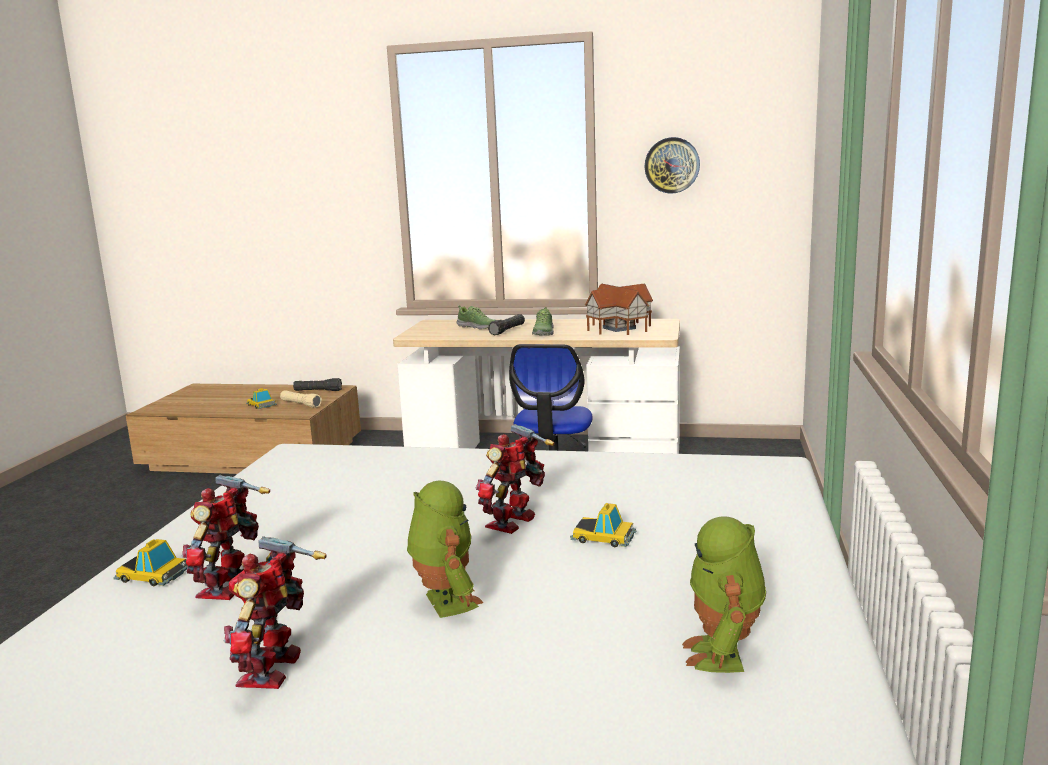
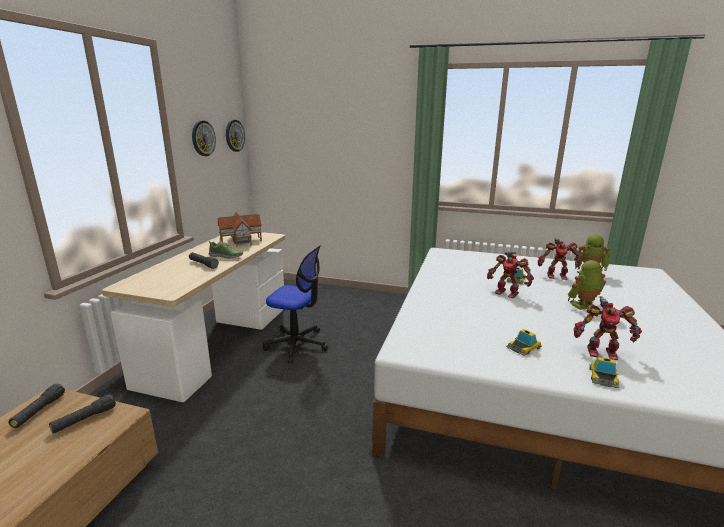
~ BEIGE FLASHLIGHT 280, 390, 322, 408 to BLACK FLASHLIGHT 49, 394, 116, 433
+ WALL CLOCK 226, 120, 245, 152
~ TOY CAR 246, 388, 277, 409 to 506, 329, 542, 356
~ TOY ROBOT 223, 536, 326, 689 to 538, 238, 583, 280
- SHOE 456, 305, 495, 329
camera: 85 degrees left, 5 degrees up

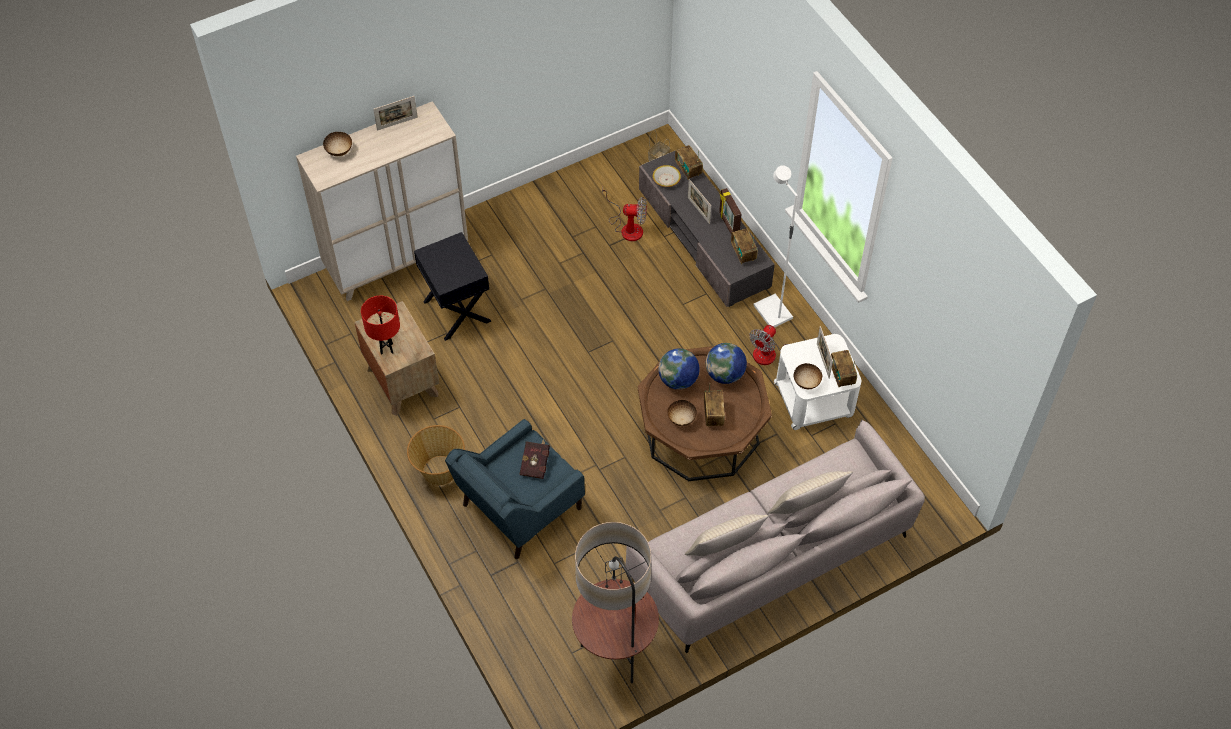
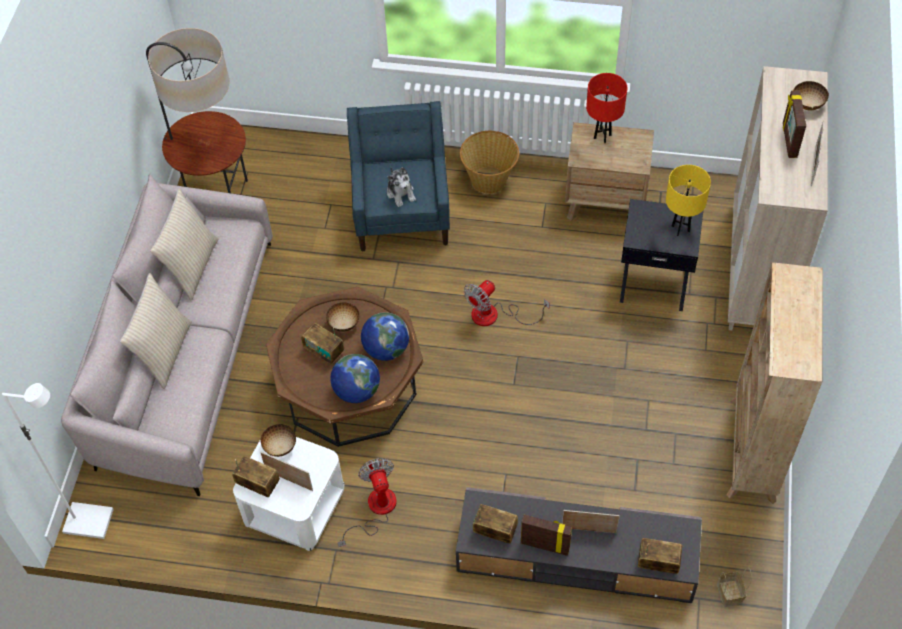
~ WHITE FLOOR LAMP 753, 165, 798, 328 to 2, 383, 114, 539
~ RED BOOK 520, 440, 550, 479 to PLUSH TOY 387, 167, 416, 207
~ FAN 602, 185, 647, 241 to 464, 280, 550, 326
+ YELLOW TABLE LAMP 666, 165, 711, 236
+ BEIGE BOOKCASE 726, 262, 823, 504
+ PICTURE FRAME 783, 90, 806, 158
- BOWL 653, 165, 681, 187
camera: 130 degrees right, 0 degrees up

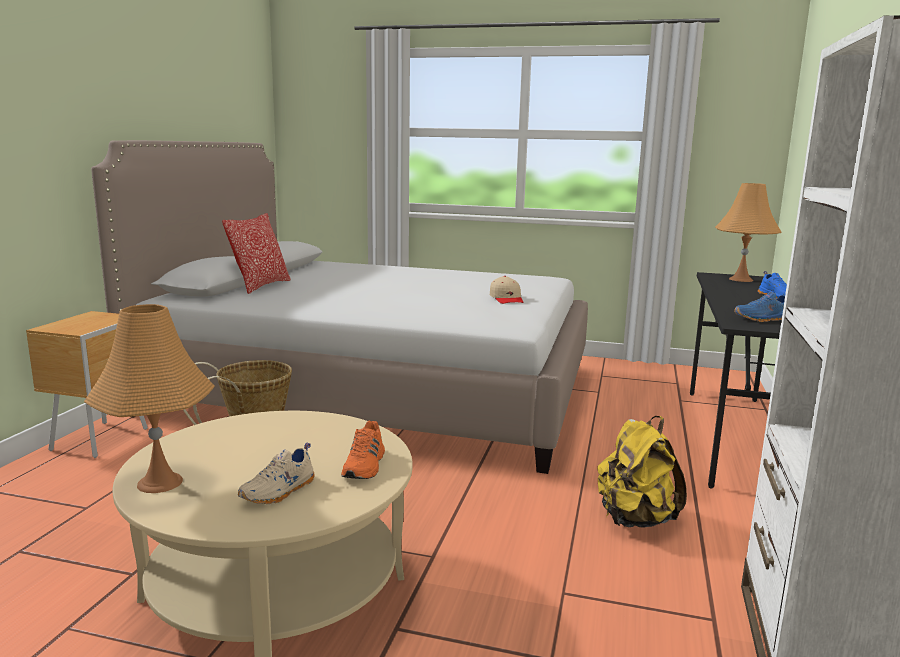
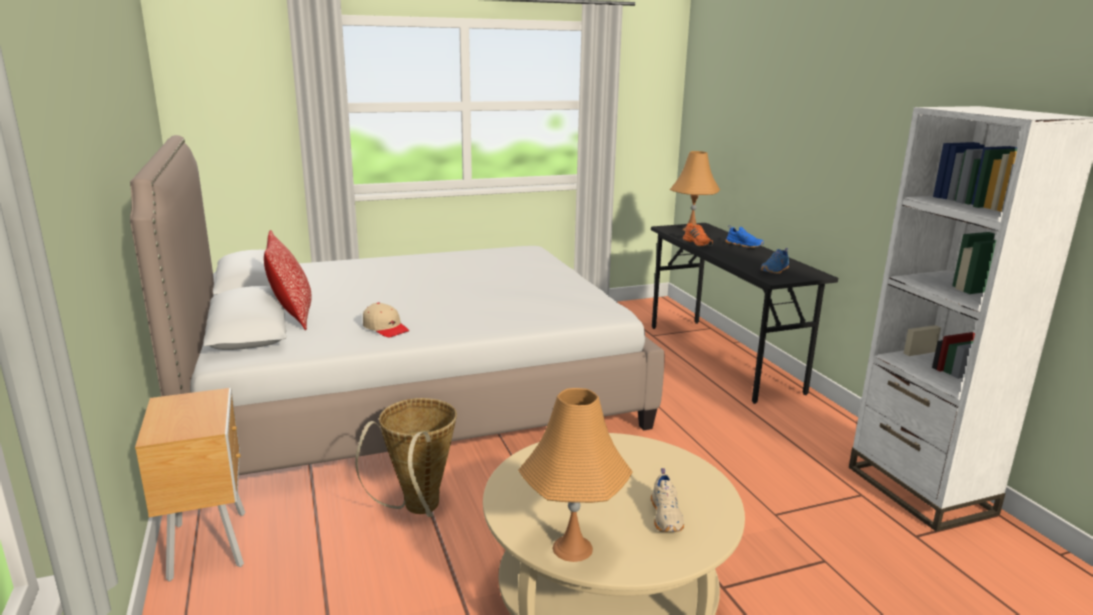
~ BEIGE CAP 490, 276, 524, 304 to 363, 302, 409, 337
~ ORANGE SHOE 341, 421, 385, 479 to 683, 223, 713, 247
- YELLOW BACKPACK 597, 416, 687, 528
camera: 35 degrees left, 5 degrees up

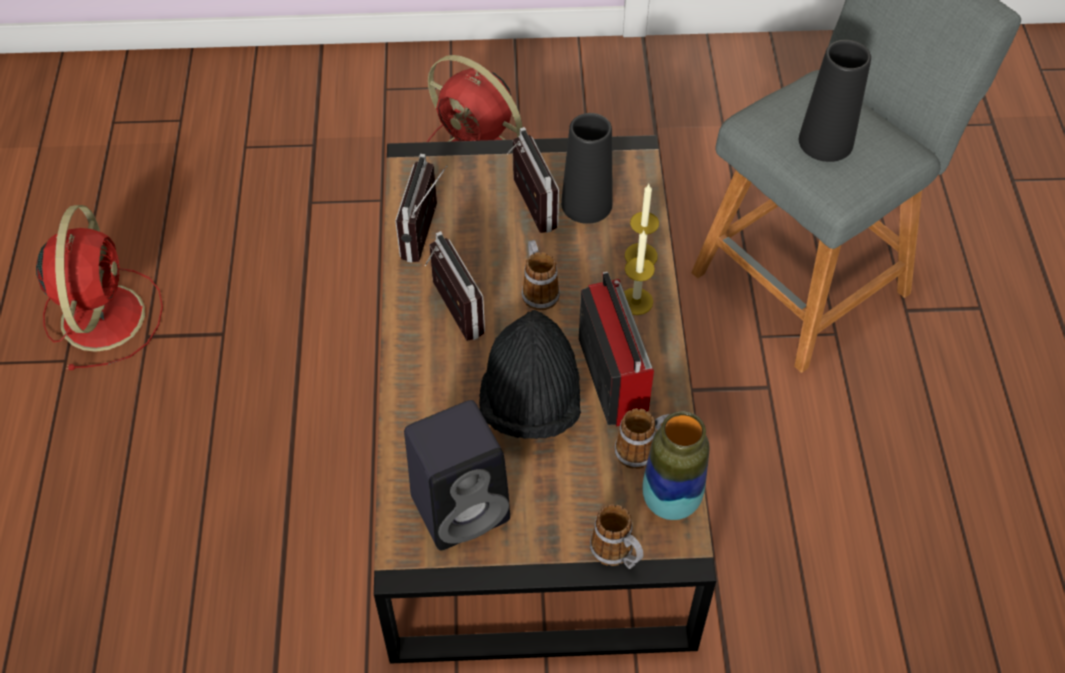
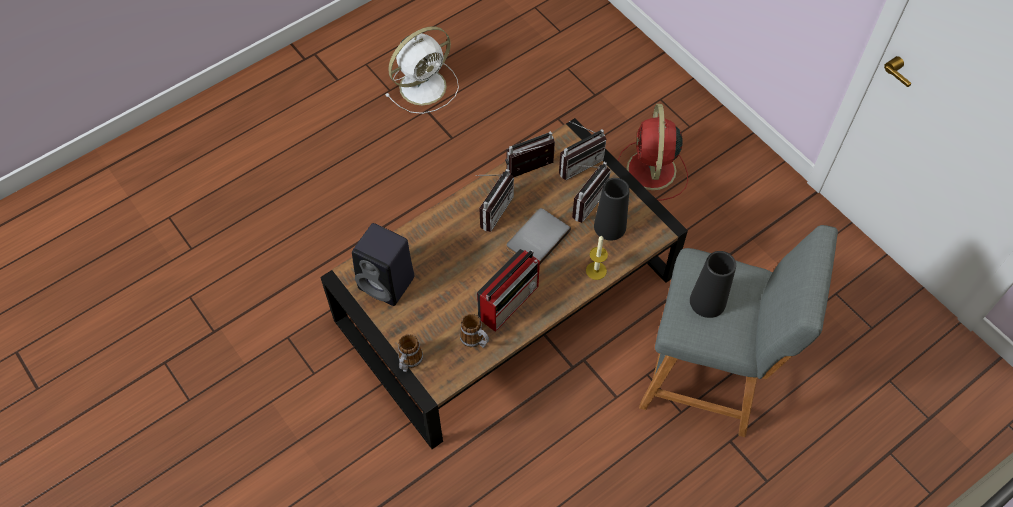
~ RED FAN 36, 205, 163, 370 to WHITE FAN 386, 27, 459, 114
~ MUG 522, 240, 560, 310 to GREY BOOK 506, 208, 571, 264
+ RADIO 559, 121, 606, 180
- BLACK HAT 479, 310, 581, 439
- CANDLE 624, 231, 655, 315
- VASE 642, 411, 710, 520
camera: 55 degrees right, 5 degrees up

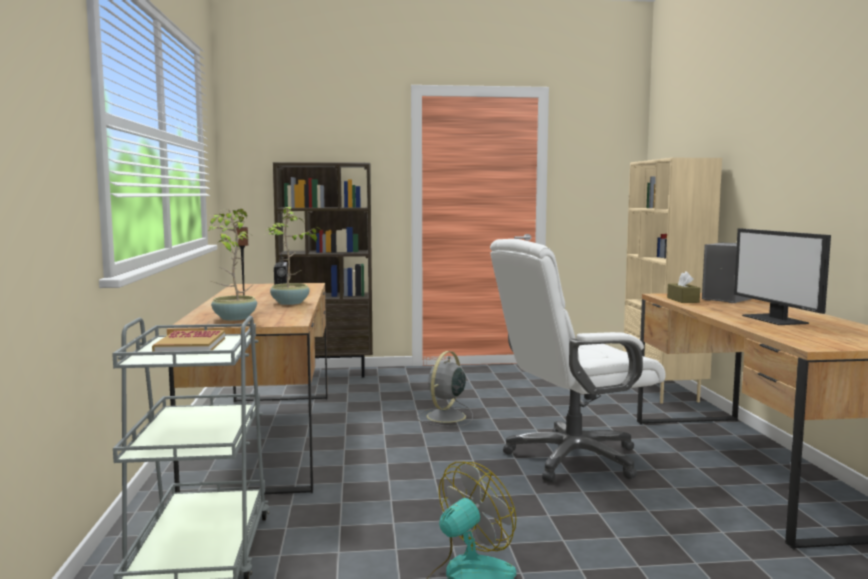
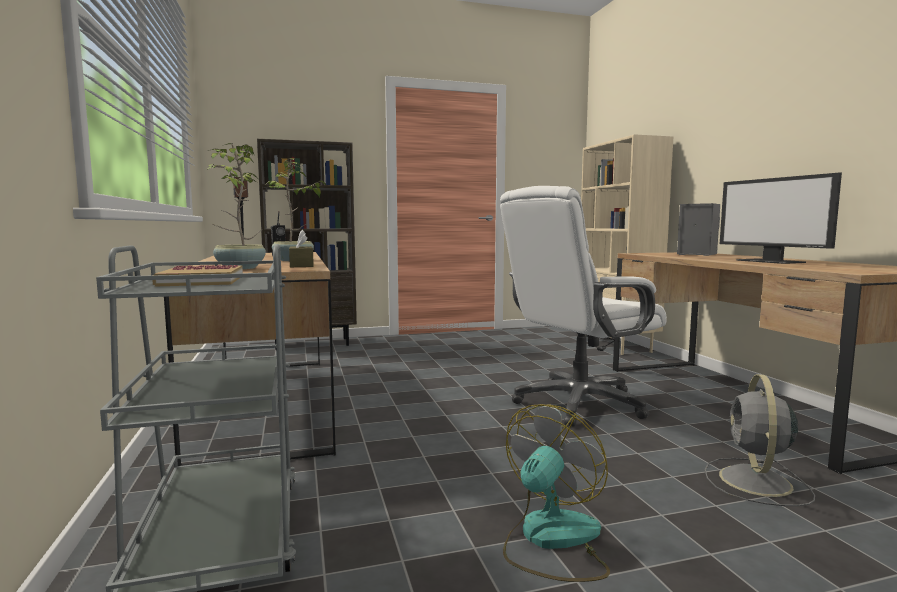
~ BROWN TISSUE BOX 667, 271, 700, 303 to 289, 230, 314, 267
~ GREY FAN 417, 351, 473, 426 to 705, 374, 815, 506
camera: 10 degrees left, 0 degrees up

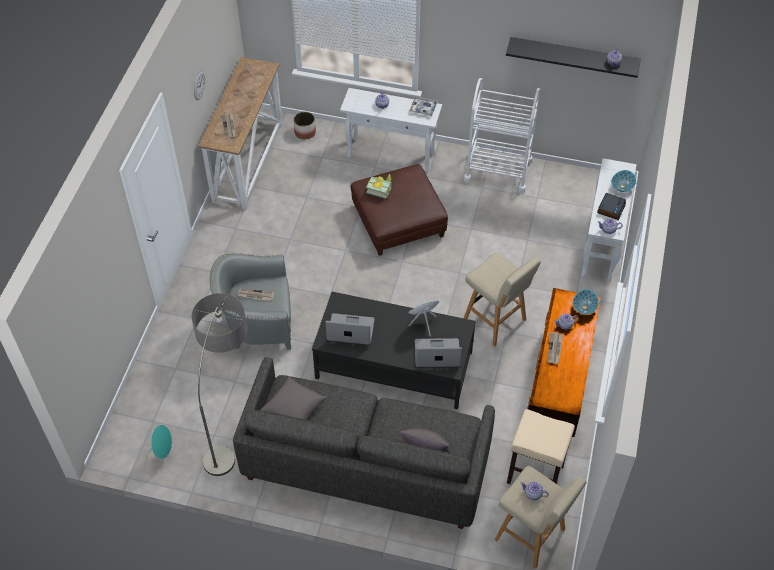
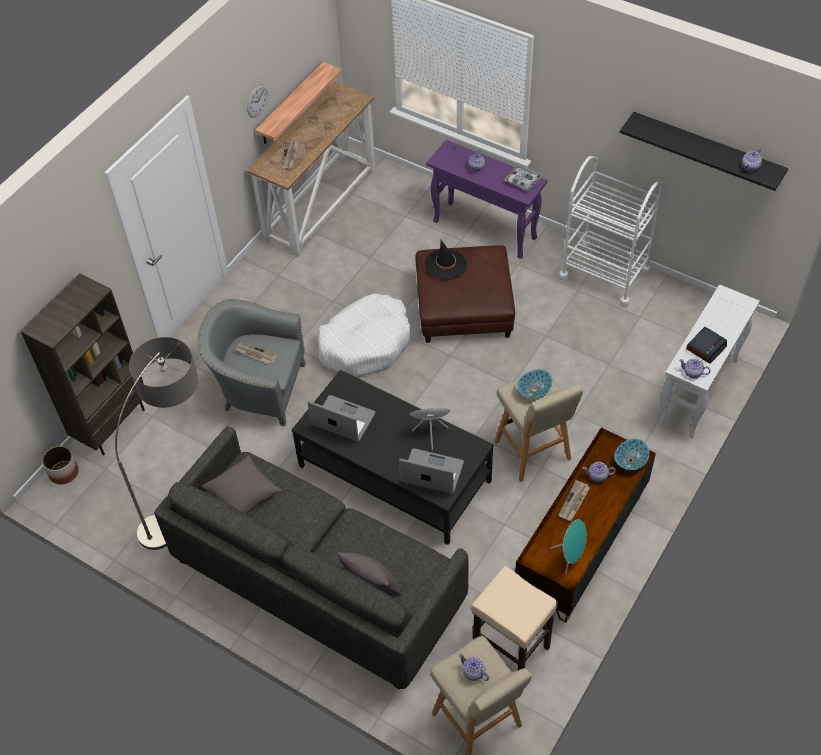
+ BROWN BOOKCASE 21, 273, 145, 455
~ PLANTER 294, 112, 316, 139 to 42, 446, 79, 484
+ SHELF 255, 62, 342, 144
+ WHITE DOG BED 318, 293, 410, 377
~ BOOK 366, 174, 392, 199 to BLACK HAT 424, 239, 467, 280
~ WHITE CONSOLE TABLE 340, 88, 442, 172 to PURPLE CONSOLE TABLE 426, 140, 547, 259
~ BOWL 611, 170, 636, 192 to 517, 369, 553, 398
~ TURQUOISE SPEAKER 148, 425, 172, 469 to 550, 519, 587, 575
camera: 20 degrees right, 0 degrees up

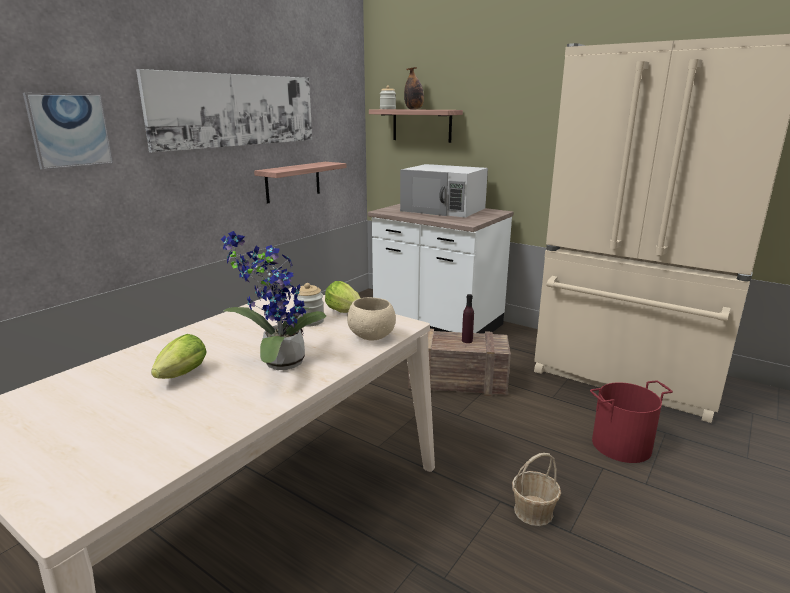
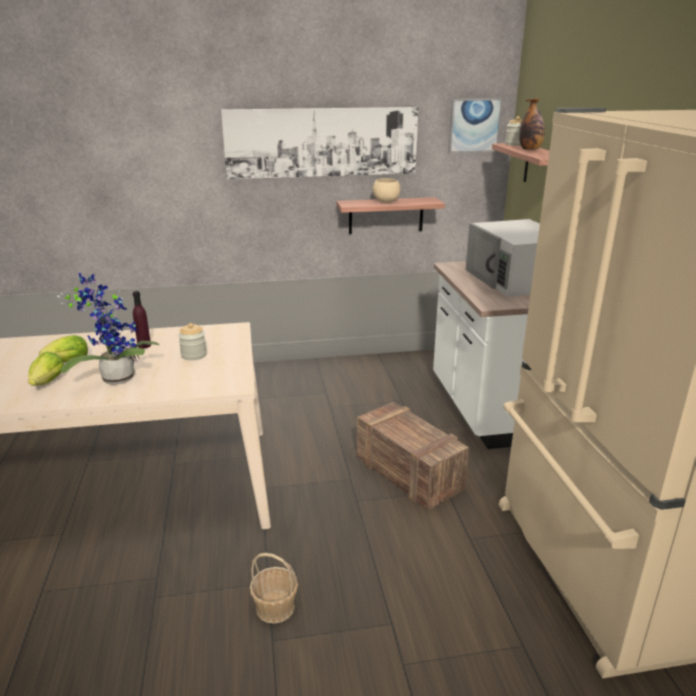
~ LETTUCE 325, 281, 360, 313 to 28, 352, 64, 386
~ PURPLE BOTTLE 462, 294, 474, 343 to 133, 291, 151, 349
~ BEIGE BOWL 347, 297, 396, 341 to 372, 178, 400, 203
~ PICTURE 23, 93, 113, 170 to 448, 98, 502, 153
- RED BUCKET 590, 380, 673, 463
camera: 45 degrees right, 5 degrees up

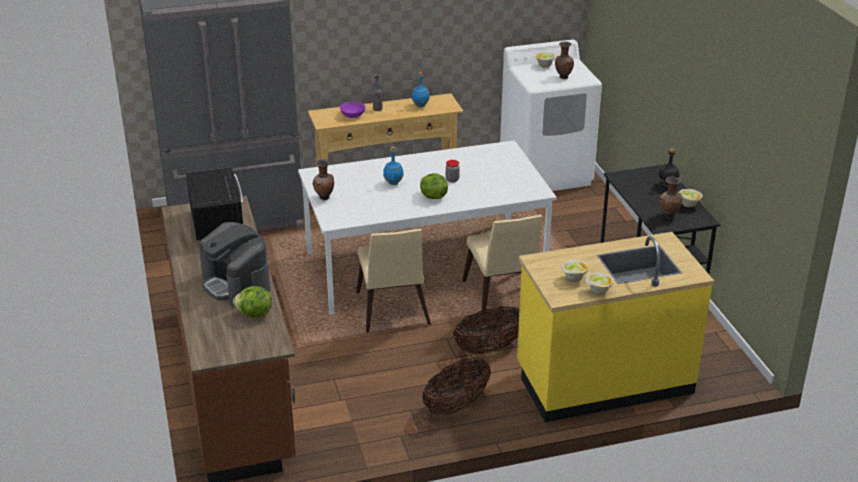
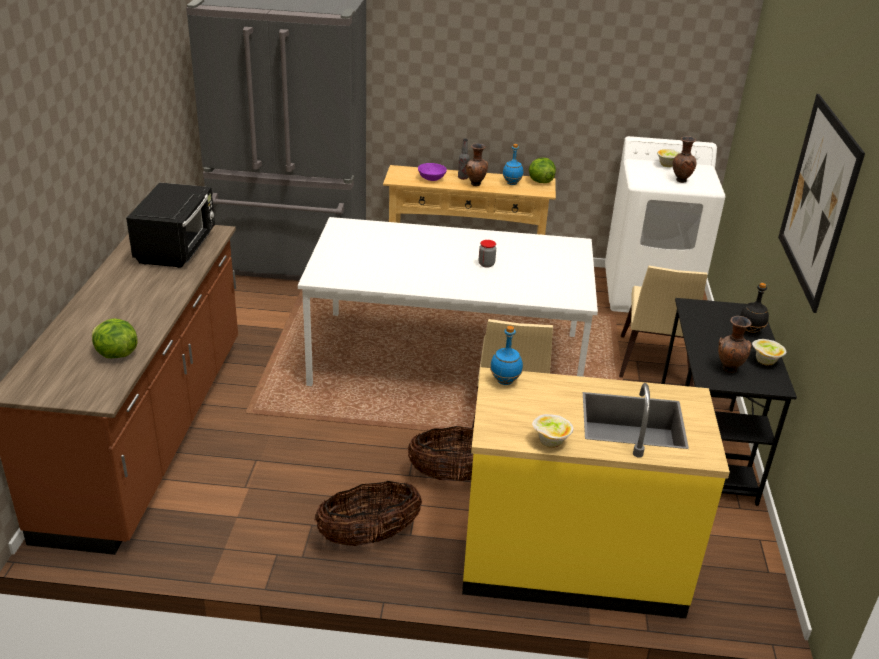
~ BROWN VASE 312, 159, 334, 200 to 465, 143, 488, 186
~ BLUE BOTTLE 383, 147, 404, 185 to 490, 326, 523, 385
~ LETTUCE 420, 173, 448, 199 to 529, 158, 556, 183
~ BEIGE CHAIR 356, 229, 431, 333 to 619, 266, 708, 387
+ PICTURE 778, 94, 865, 313
- COFFEE MACHINE 199, 222, 271, 306
- BOWL 561, 260, 588, 282
camera: 20 degrees right, 0 degrees up

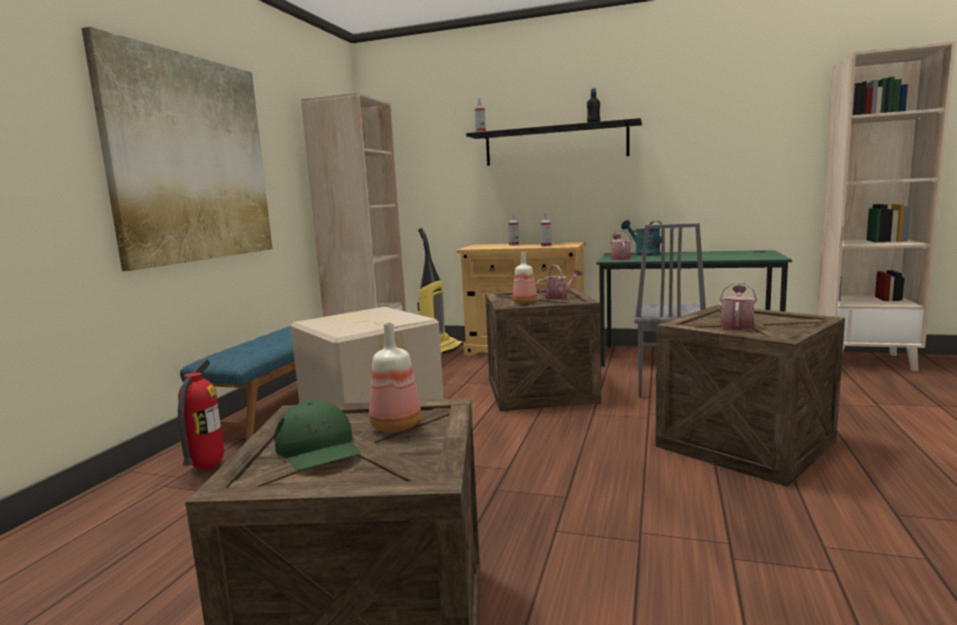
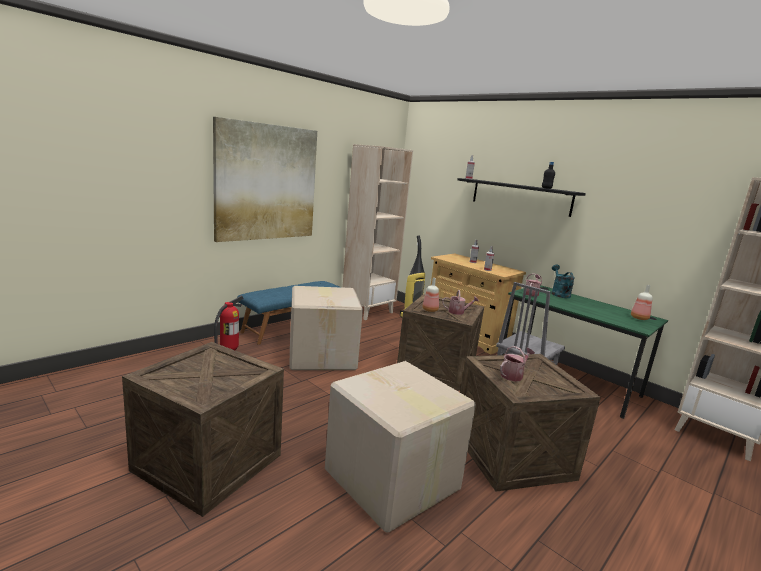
+ CARDBOARD BOX 325, 361, 476, 533
~ BOTTLE 369, 323, 421, 432 to 631, 285, 653, 320
- GREEN CAP 274, 400, 360, 470
camera: 25 degrees right, 5 degrees up

